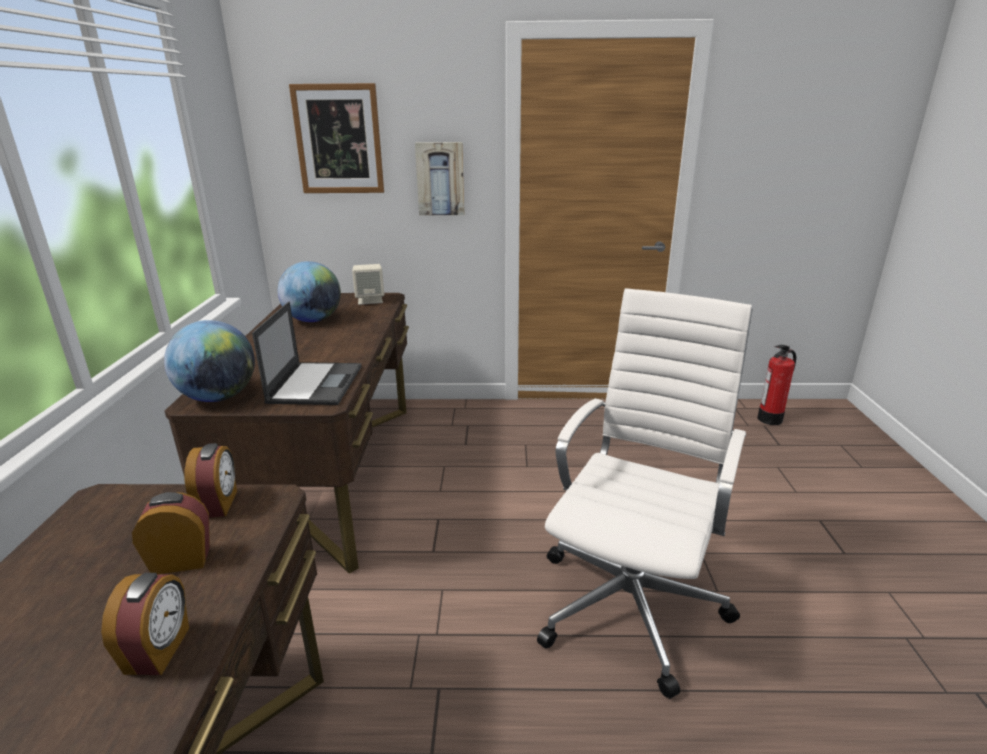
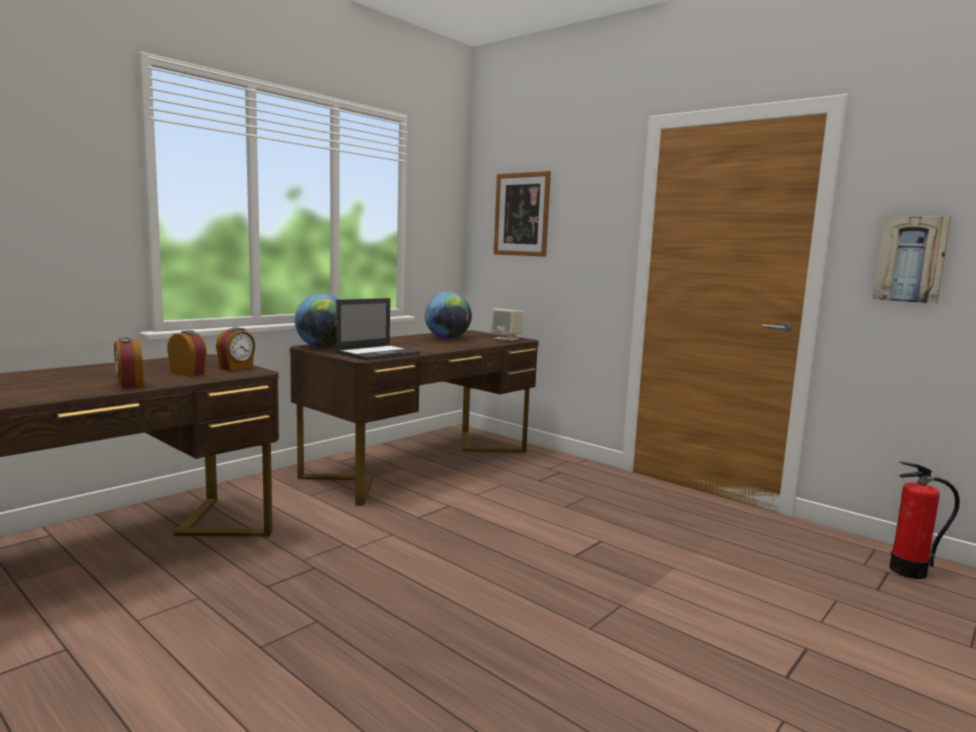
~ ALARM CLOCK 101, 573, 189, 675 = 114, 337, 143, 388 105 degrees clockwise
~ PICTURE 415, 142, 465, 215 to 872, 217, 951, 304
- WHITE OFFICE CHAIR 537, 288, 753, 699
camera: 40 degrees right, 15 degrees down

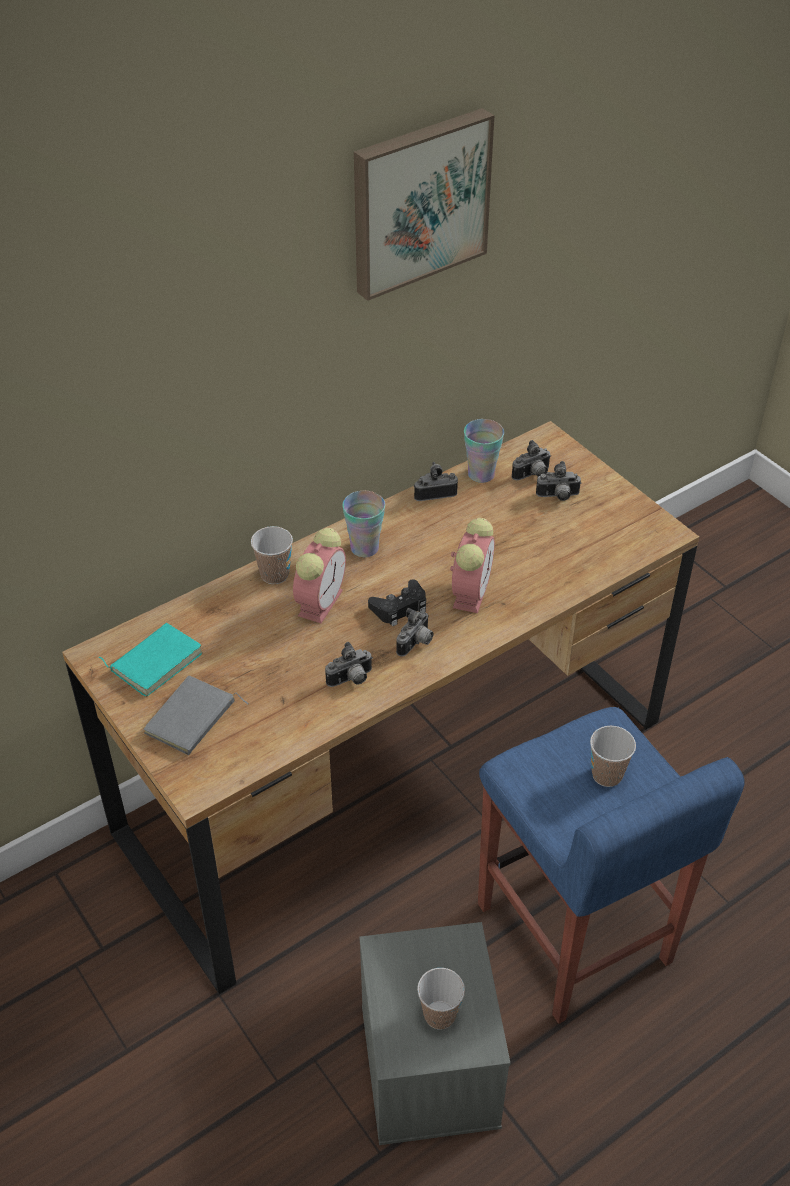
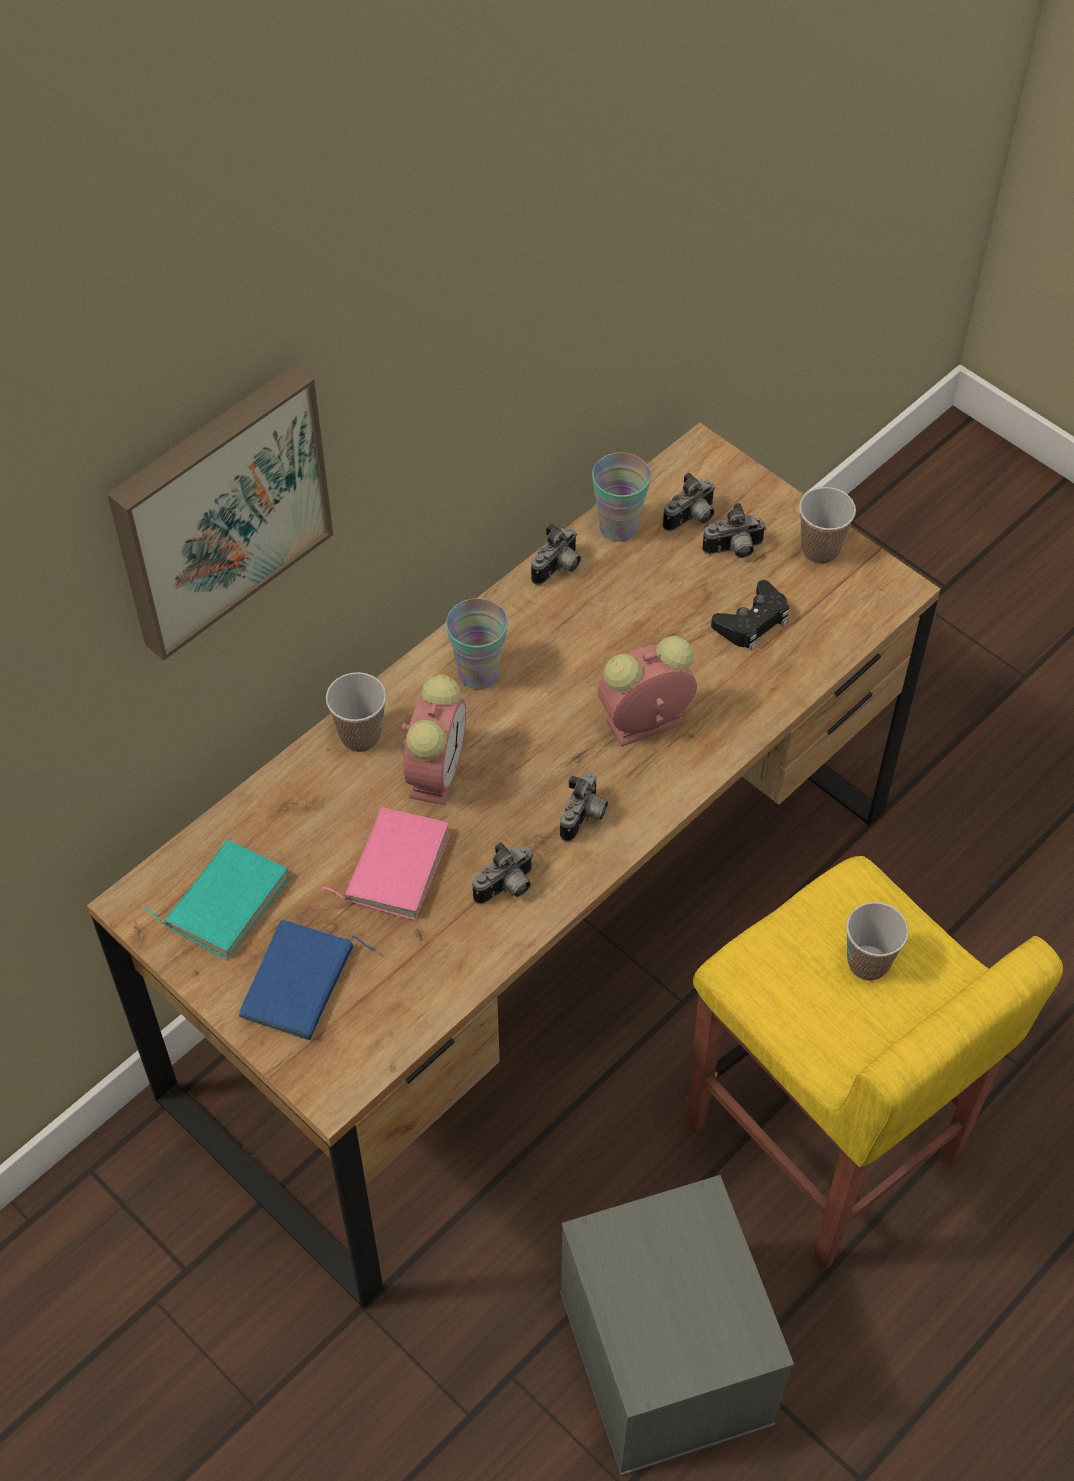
~ PICTURE 354, 108, 494, 301 to 107, 365, 333, 661
~ GREY BOOK 144, 676, 249, 755 to BLUE BOOK 239, 920, 375, 1040
+ PINK BOOK 322, 807, 451, 920
~ PHOTO CAMERA 413, 462, 458, 501 = 531, 523, 581, 585 150 degrees clockwise
~ ALARM CLOCK 450, 518, 495, 613 = 598, 636, 697, 747 120 degrees counterclockwise
~ BLUE STOOL 478, 707, 745, 1024 to YELLOW STOOL 686, 856, 1063, 1271
~ BLACK GAME CONTROLLER 368, 579, 426, 626 to 711, 580, 789, 650
~ CUP 417, 968, 465, 1029 to 799, 487, 856, 564
camera: 10 degrees left, 10 degrees up

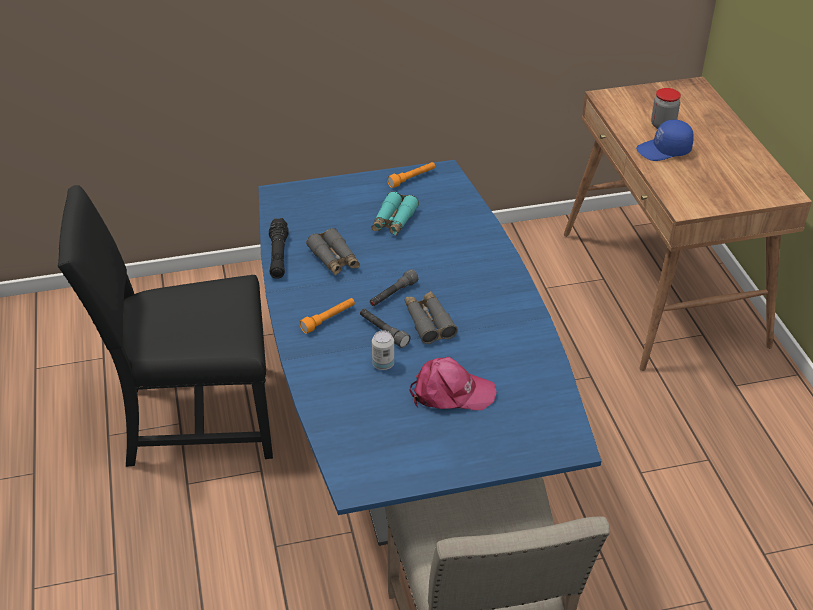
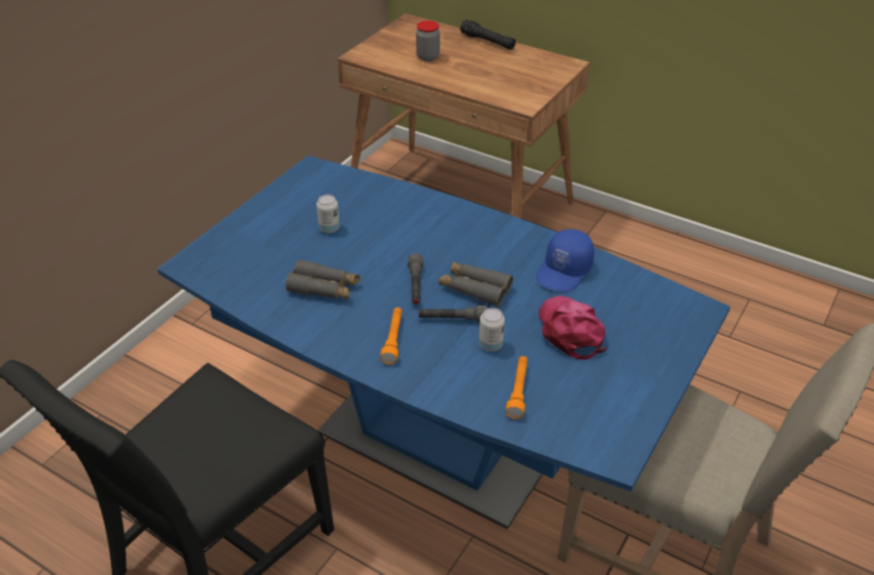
~ TURQUOISE BINOCULARS 372, 191, 419, 236 to CAN 316, 194, 340, 233
~ BLACK FLASHLIGHT 269, 218, 289, 279 to 460, 20, 516, 50
~ ORANGE FLASHLIGHT 387, 162, 435, 188 to 506, 356, 528, 419
~ BLUE CAP 636, 120, 694, 161 to 536, 229, 594, 292
~ PINK CAP 409, 357, 497, 410 = 539, 295, 607, 360 60 degrees counterclockwise
camera: 45 degrees left, 0 degrees up

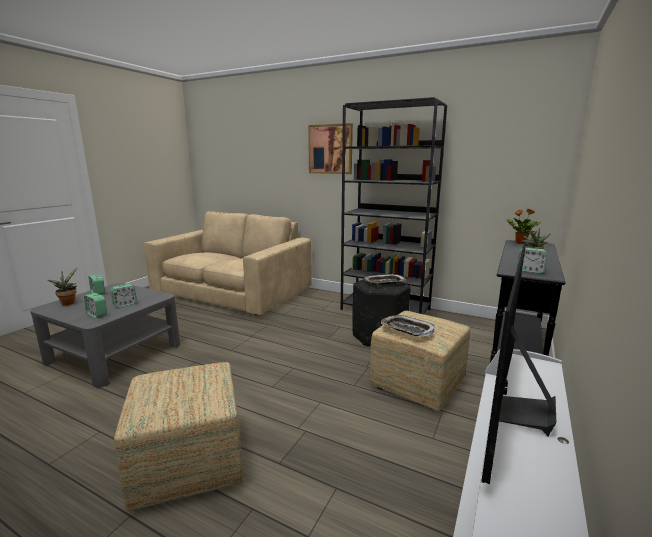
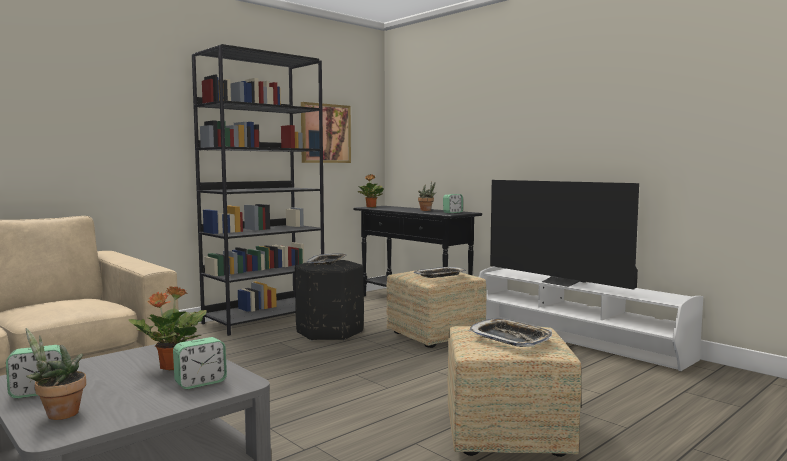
~ ALARM CLOCK 110, 284, 137, 307 to POTTED PLANT 129, 286, 207, 370
~ PICTURE 308, 123, 353, 174 to 301, 102, 351, 163
+ TRAY 469, 318, 552, 347
camera: 70 degrees left, 10 degrees down

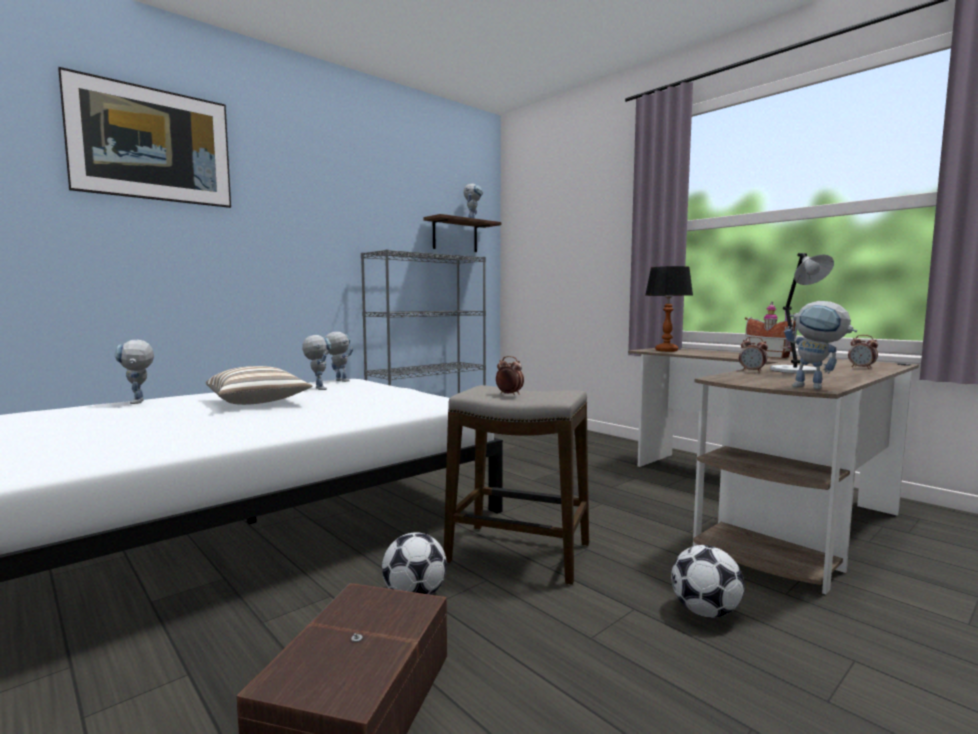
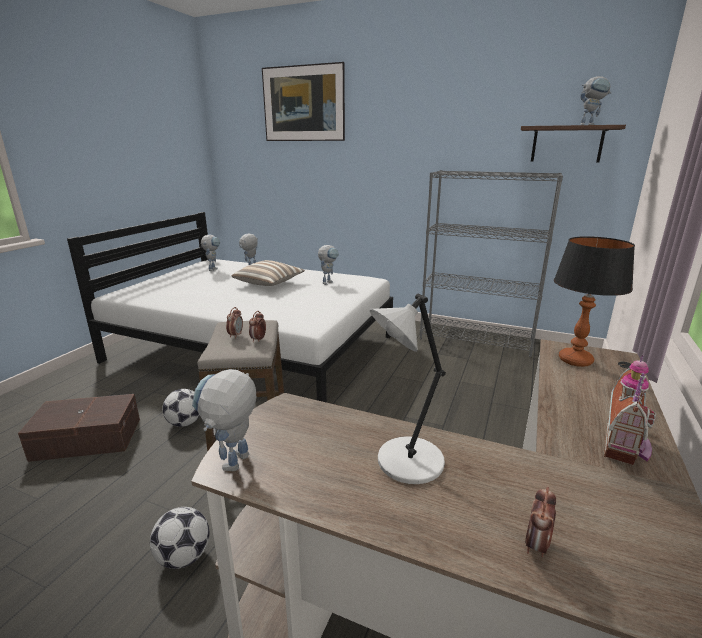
~ TOY ROBOT 325, 332, 353, 382 to 201, 235, 220, 271
~ ALARM CLOCK 739, 336, 768, 372 to 249, 311, 266, 342
camera: 65 degrees right, 15 degrees up

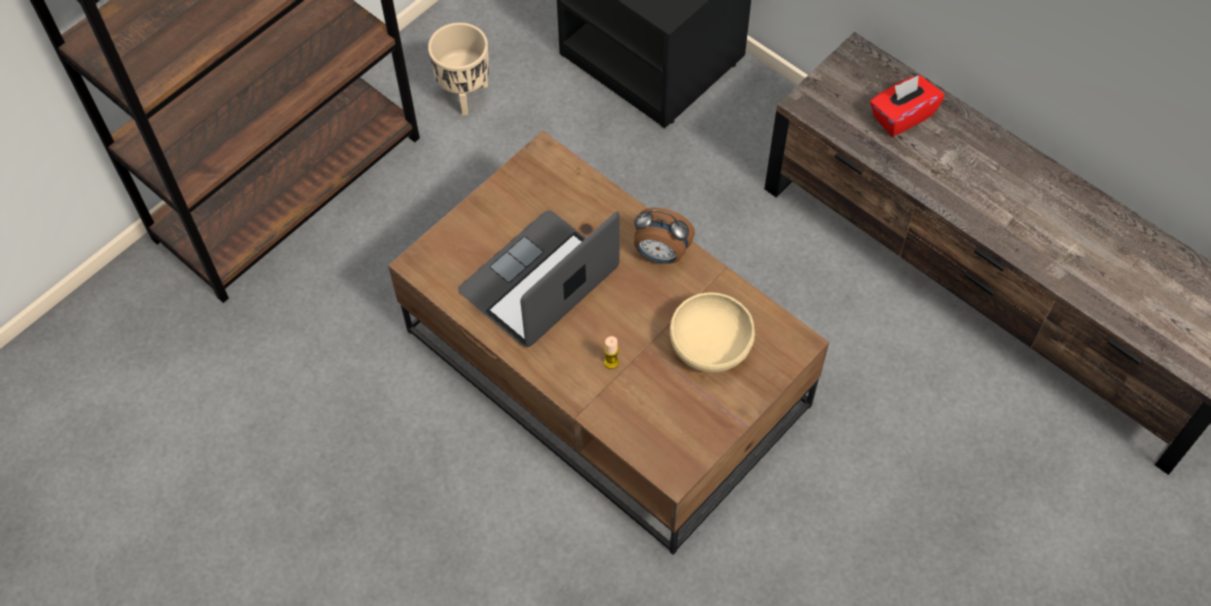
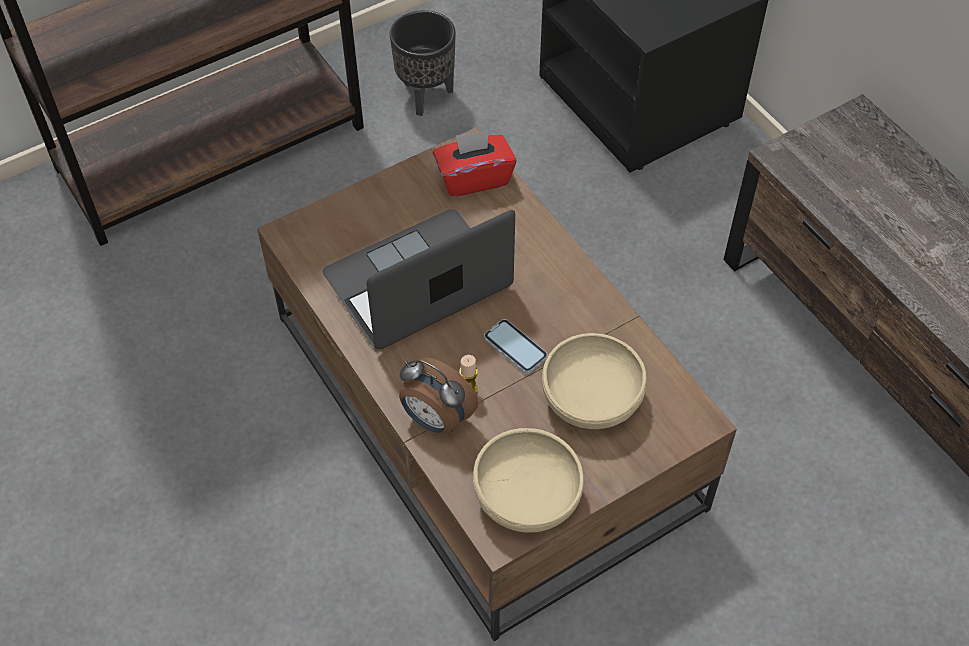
~ BEIGE PLANTER 428, 23, 489, 115 to BLACK PLANTER 390, 10, 456, 116
~ ALARM CLOCK 634, 208, 695, 264 to 399, 357, 478, 434
~ RED TISSUE BOX 870, 75, 945, 137 to 433, 130, 517, 197
+ BEIGE BOWL 473, 428, 584, 533
+ PHONE 484, 319, 548, 373
camera: 15 degrees right, 5 degrees down

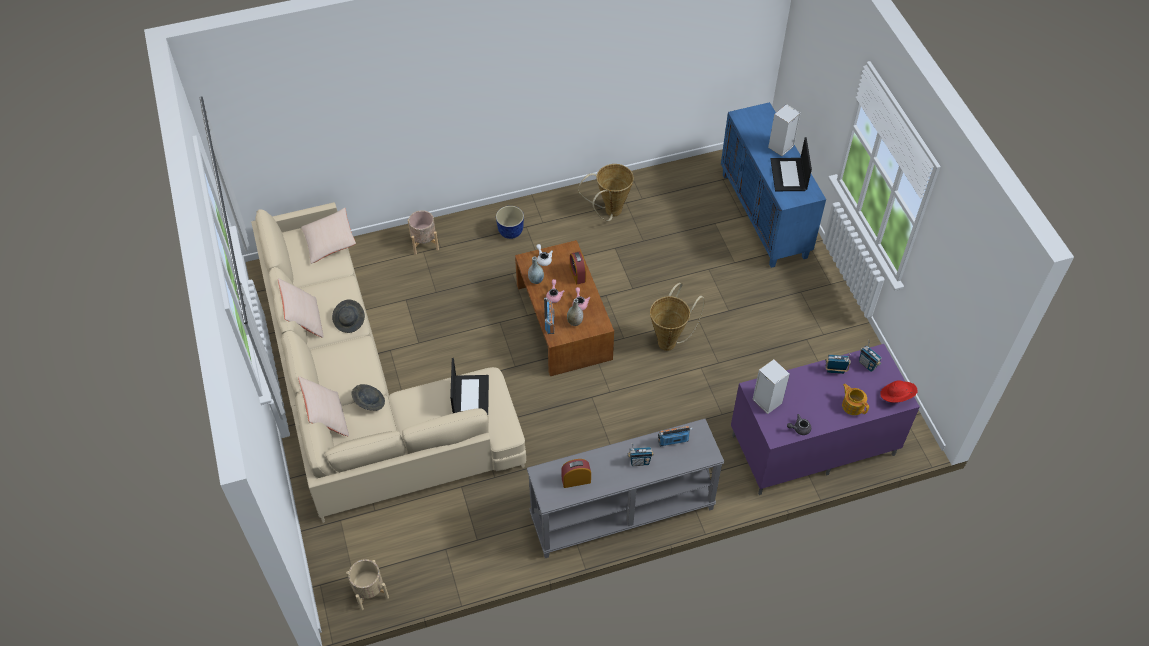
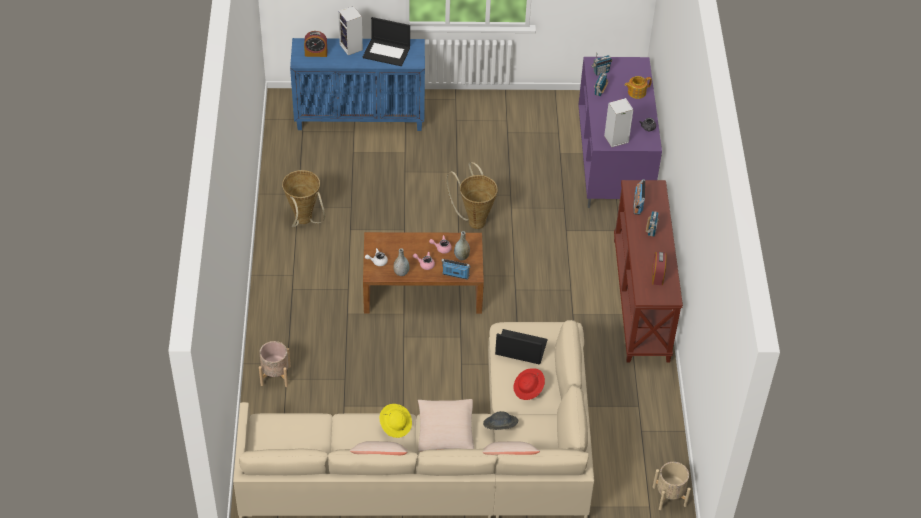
~ ALARM CLOCK 570, 251, 586, 284 to 304, 31, 327, 57
~ GREY HAT 332, 299, 365, 333 to YELLOW HAT 379, 404, 412, 438
~ BEIGE PILLOW 301, 207, 356, 264 to 418, 399, 474, 452
~ RED HAT 880, 381, 918, 403 to 513, 368, 545, 400
~ GREY CONSOLE TABLE 527, 419, 724, 558 to BROWN CONSOLE TABLE 614, 180, 683, 362
- PLANTER 496, 206, 524, 239
camera: 75 degrees left, 5 degrees down

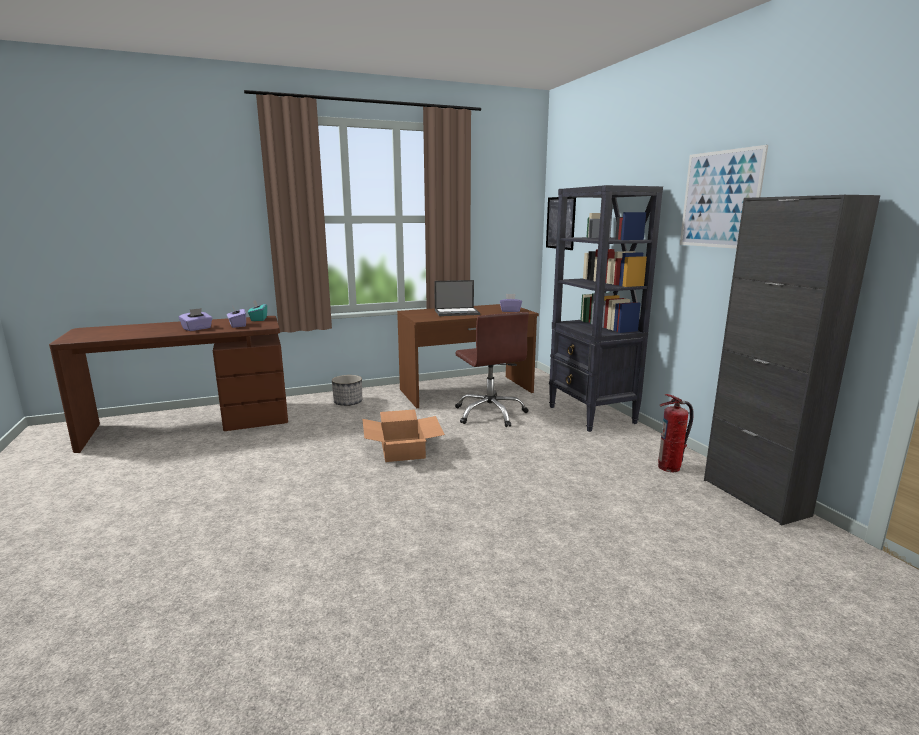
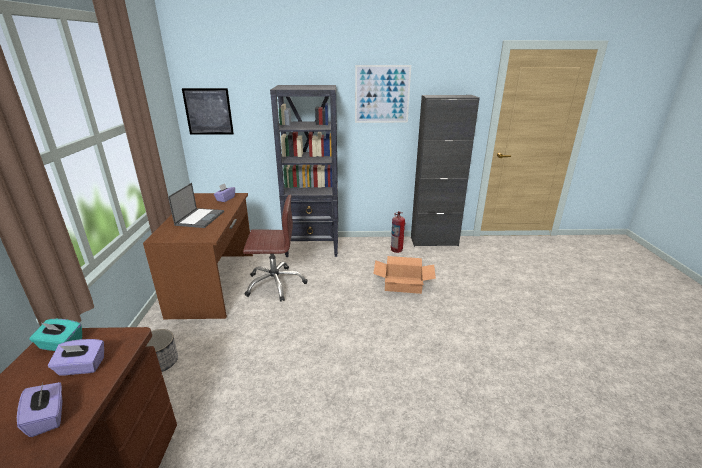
~ CARDBOARD BOX 362, 409, 445, 462 to 373, 256, 436, 294
camera: 70 degrees left, 10 degrees up

